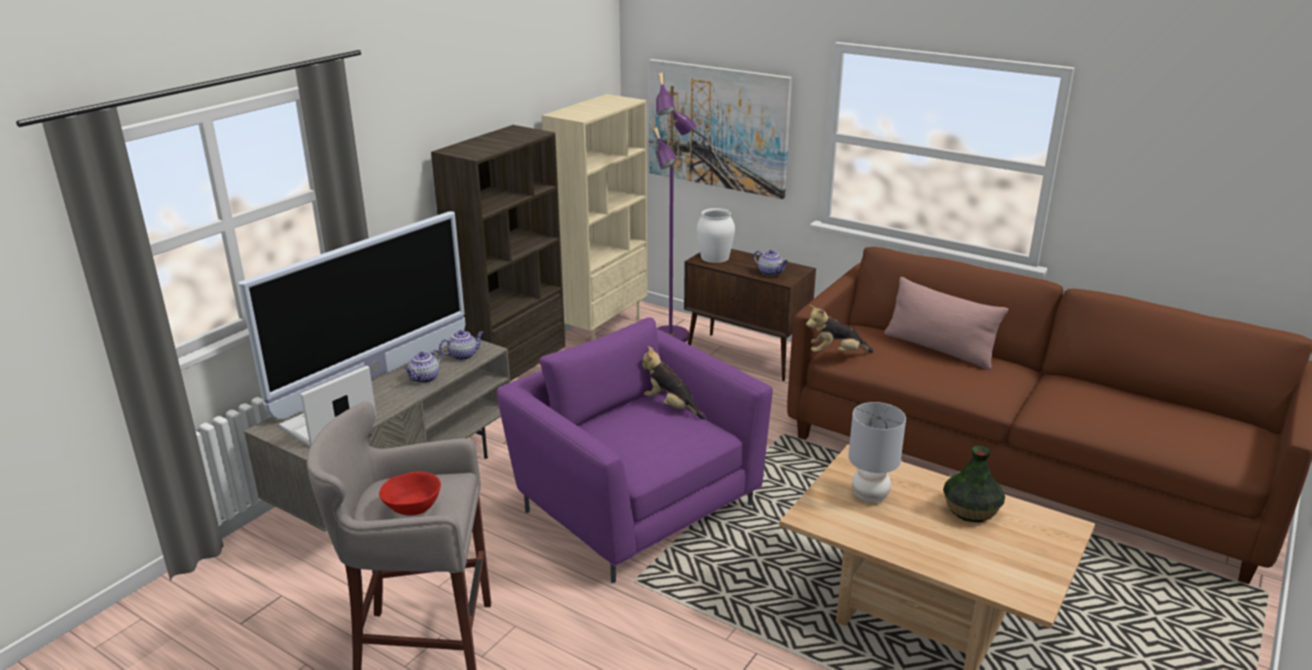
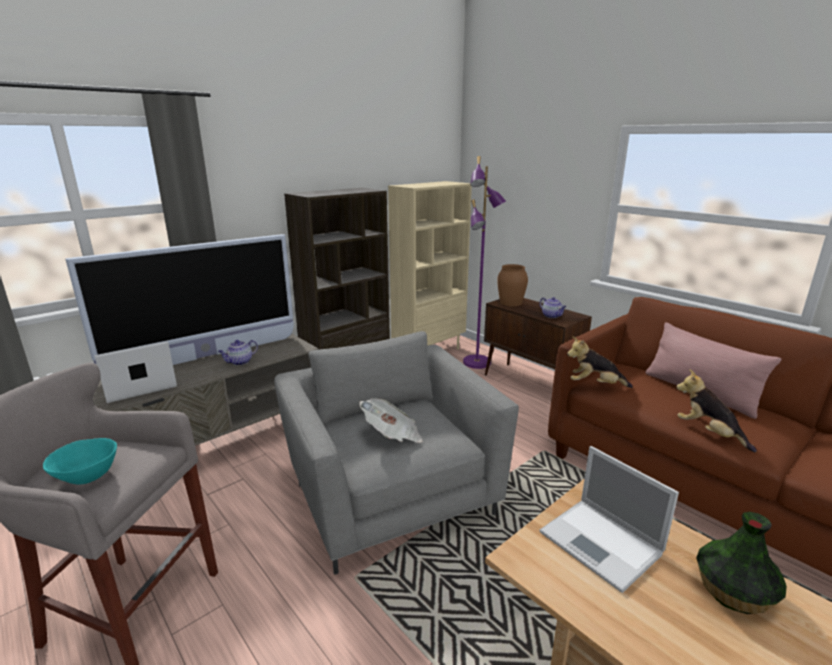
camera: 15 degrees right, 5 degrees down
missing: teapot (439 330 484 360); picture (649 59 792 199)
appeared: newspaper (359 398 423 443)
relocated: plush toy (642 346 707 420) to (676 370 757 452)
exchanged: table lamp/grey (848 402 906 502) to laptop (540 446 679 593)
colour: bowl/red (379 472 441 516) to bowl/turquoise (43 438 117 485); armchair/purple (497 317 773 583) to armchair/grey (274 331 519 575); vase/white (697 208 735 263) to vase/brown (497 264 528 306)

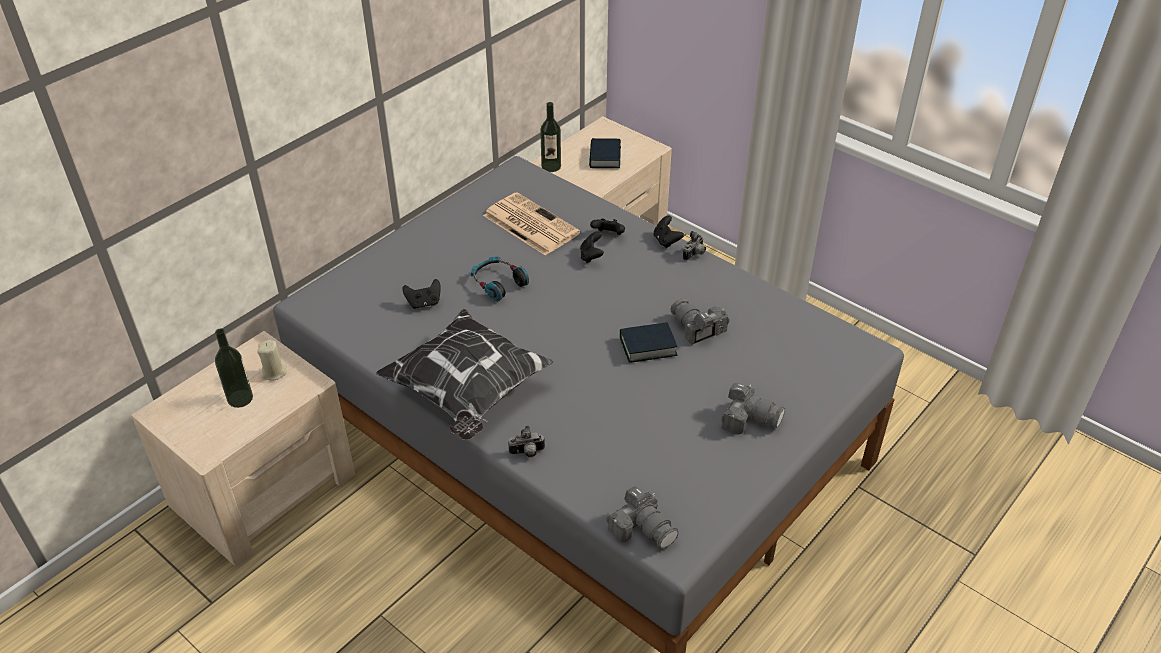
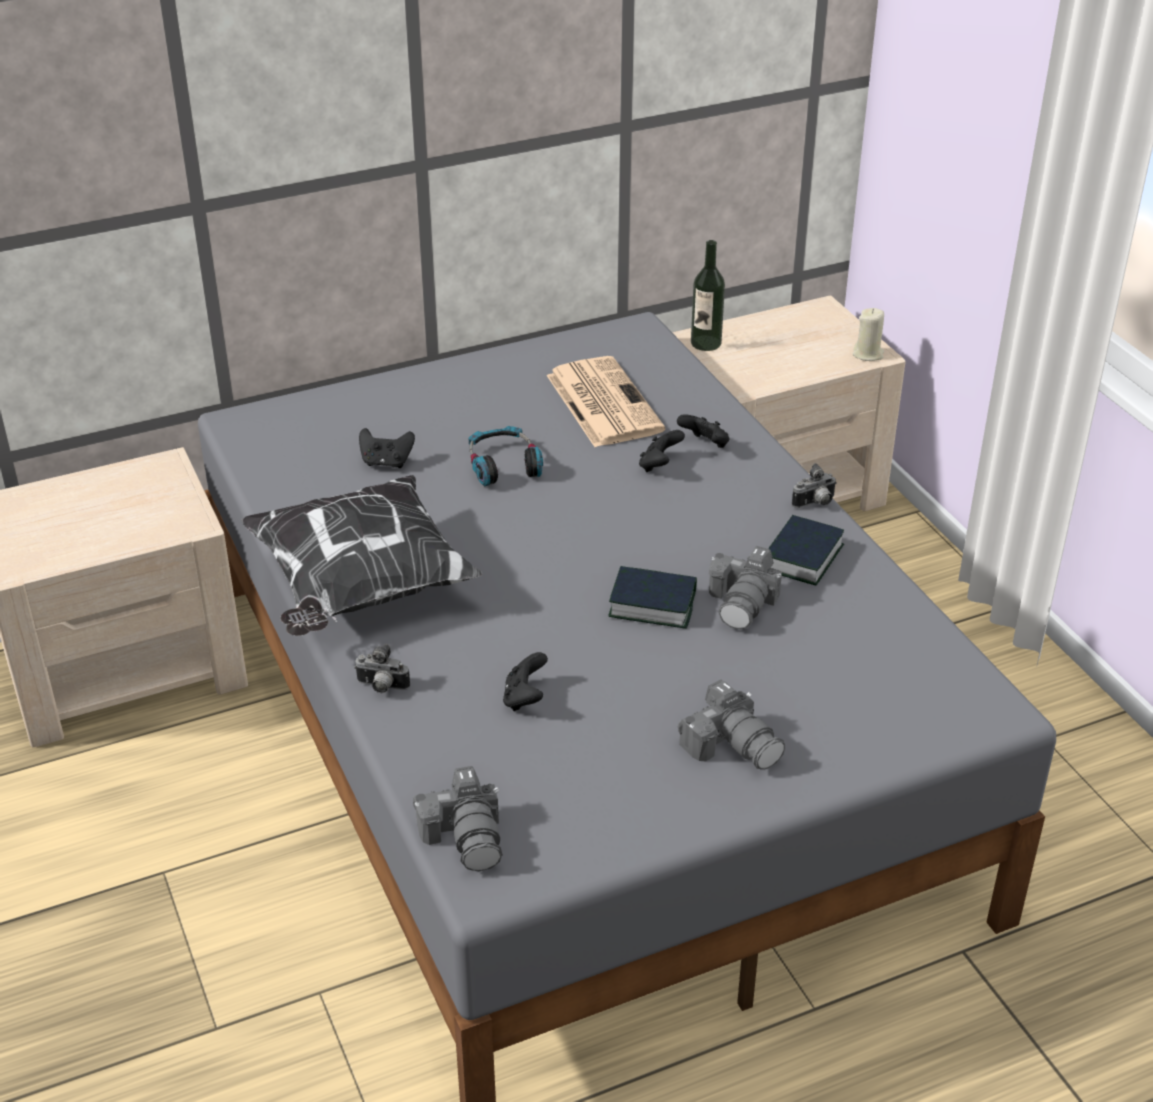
camera: 25 degrees right, 5 degrees down
missing: bottle (215 329 253 408)
relocated: game controller/black (654 215 684 248) to (503 652 548 711); book (589 138 621 168) to (768 515 844 585); candle/beige (257 340 287 380) to (852 308 884 361)
spun: photo camera (671 298 730 345) = (709 546 782 629) 150 degrees counterclockwise

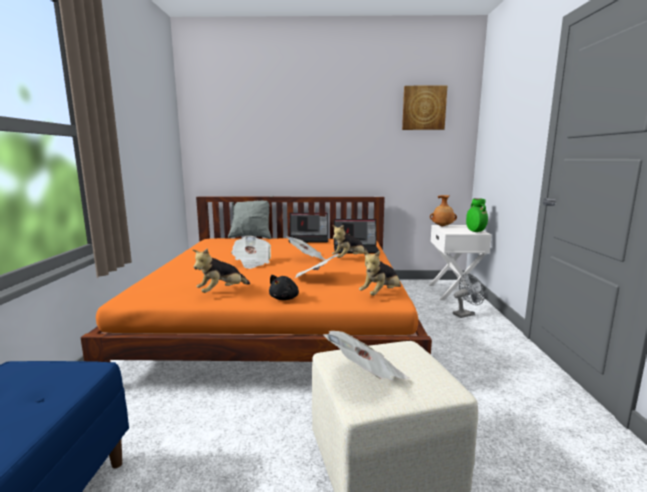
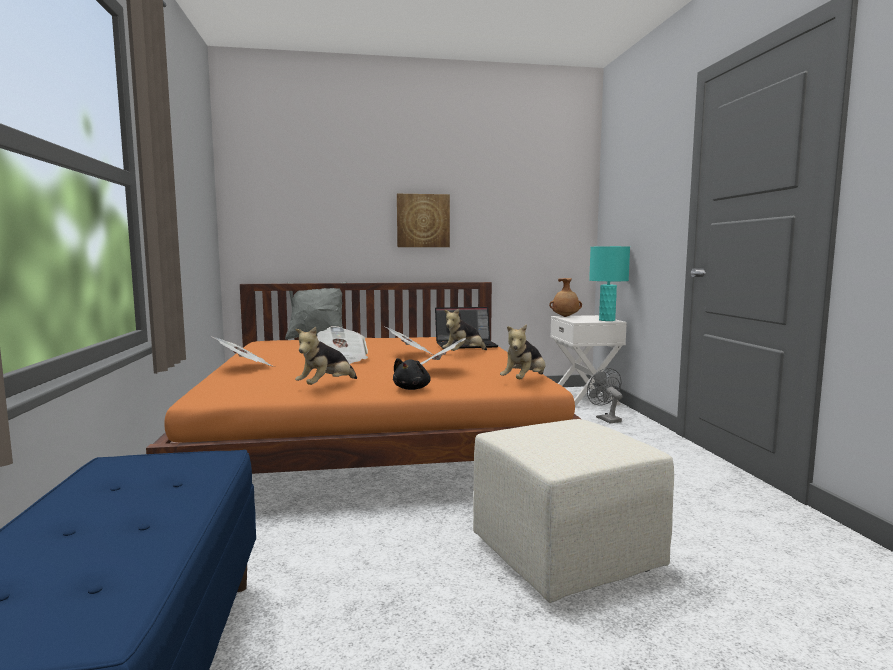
camera: 10 degrees left, 5 degrees down
missing: laptop (288 213 328 243)
relocated: newspaper (323 331 410 381) to (213 337 275 367); picture (402 85 447 130) to (397 194 450 247)
exchanged: vase/green (466 198 488 232) to table lamp/turquoise (589 246 630 321)
spun: fan/grey (453 274 485 318) = (587 368 622 423) 75 degrees counterclockwise

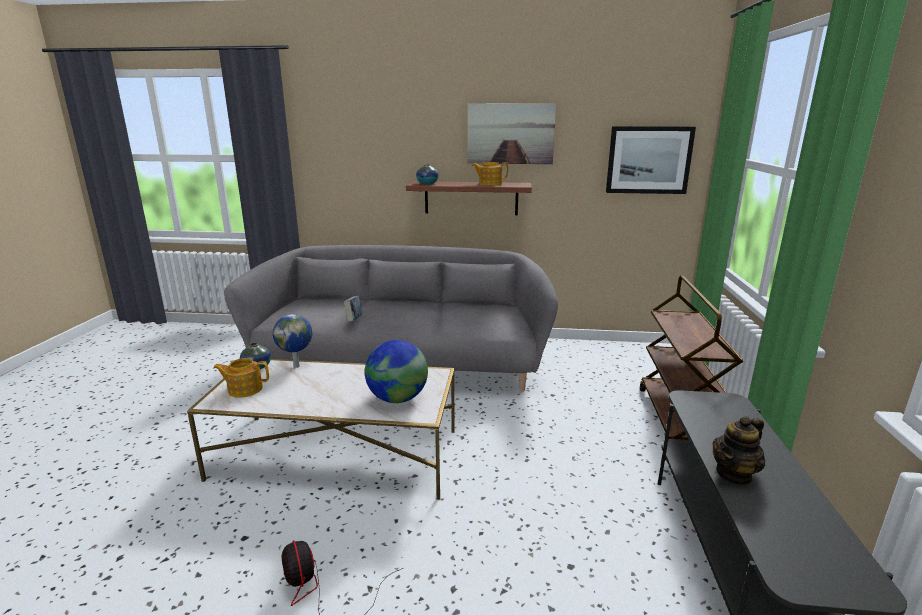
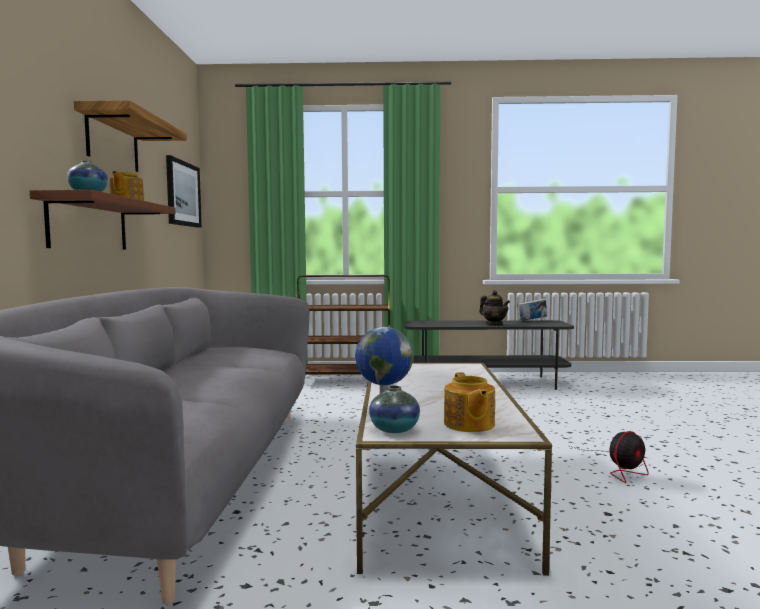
camera: 95 degrees left, 15 degrees down
missing: globe (365 340 428 403)
relocated: book (344 296 362 322) to (517 299 547 321)
exchanged: picture (468 103 556 164) to shelf (74 100 187 172)

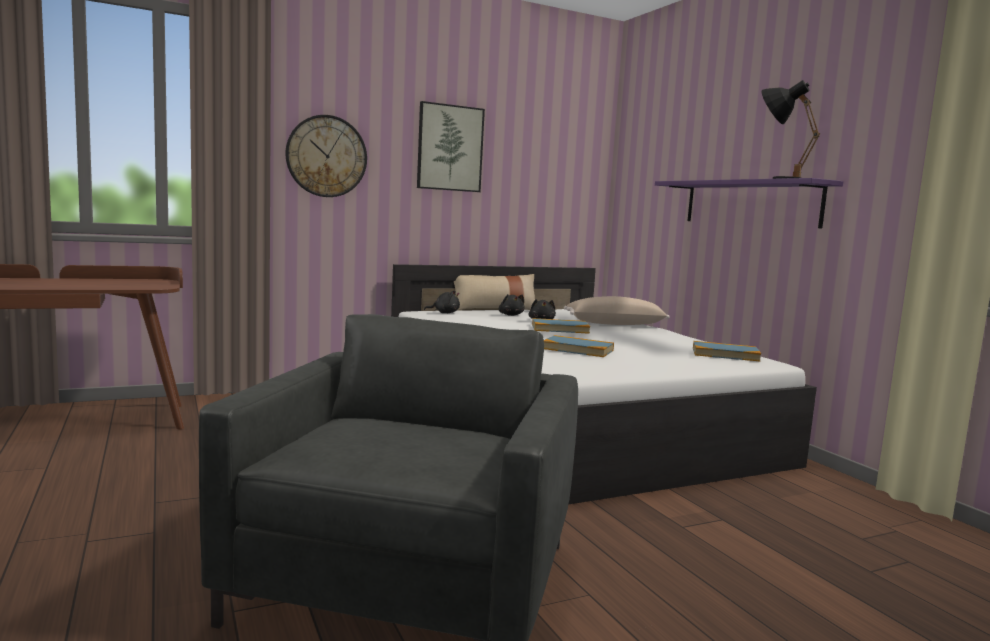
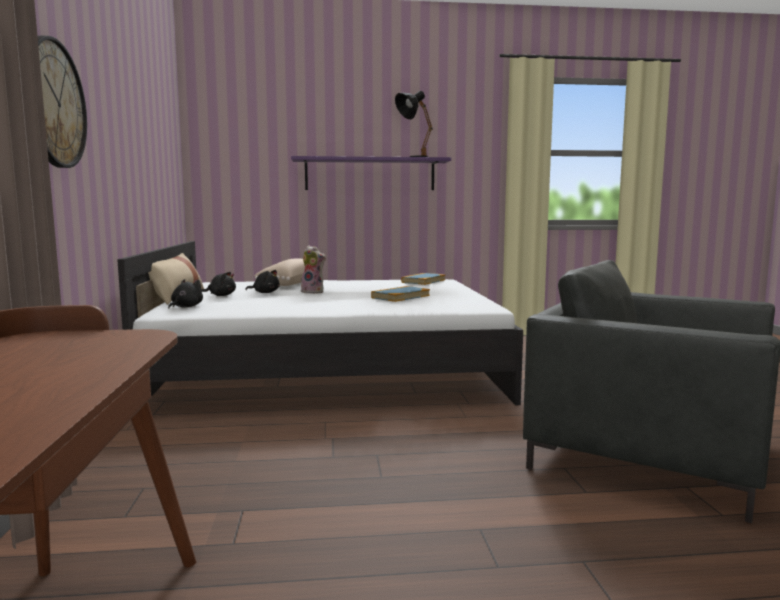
camera: 70 degrees left, 0 degrees up
missing: picture (417 101 485 192)
exchanged: book (532 318 590 334) to plush toy (301 245 326 294)

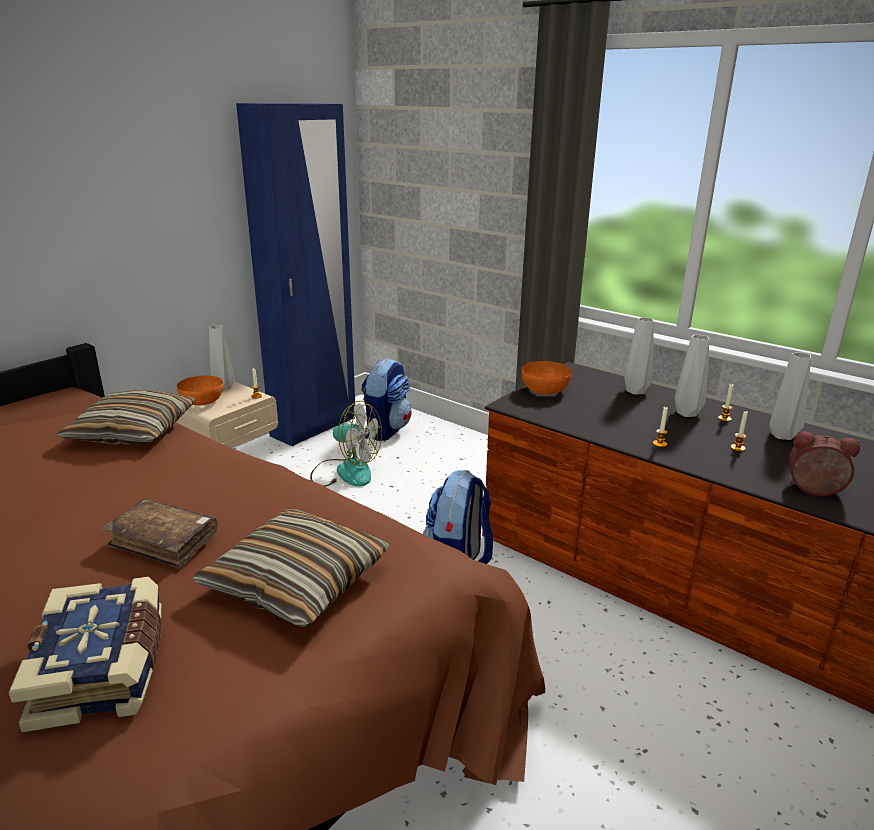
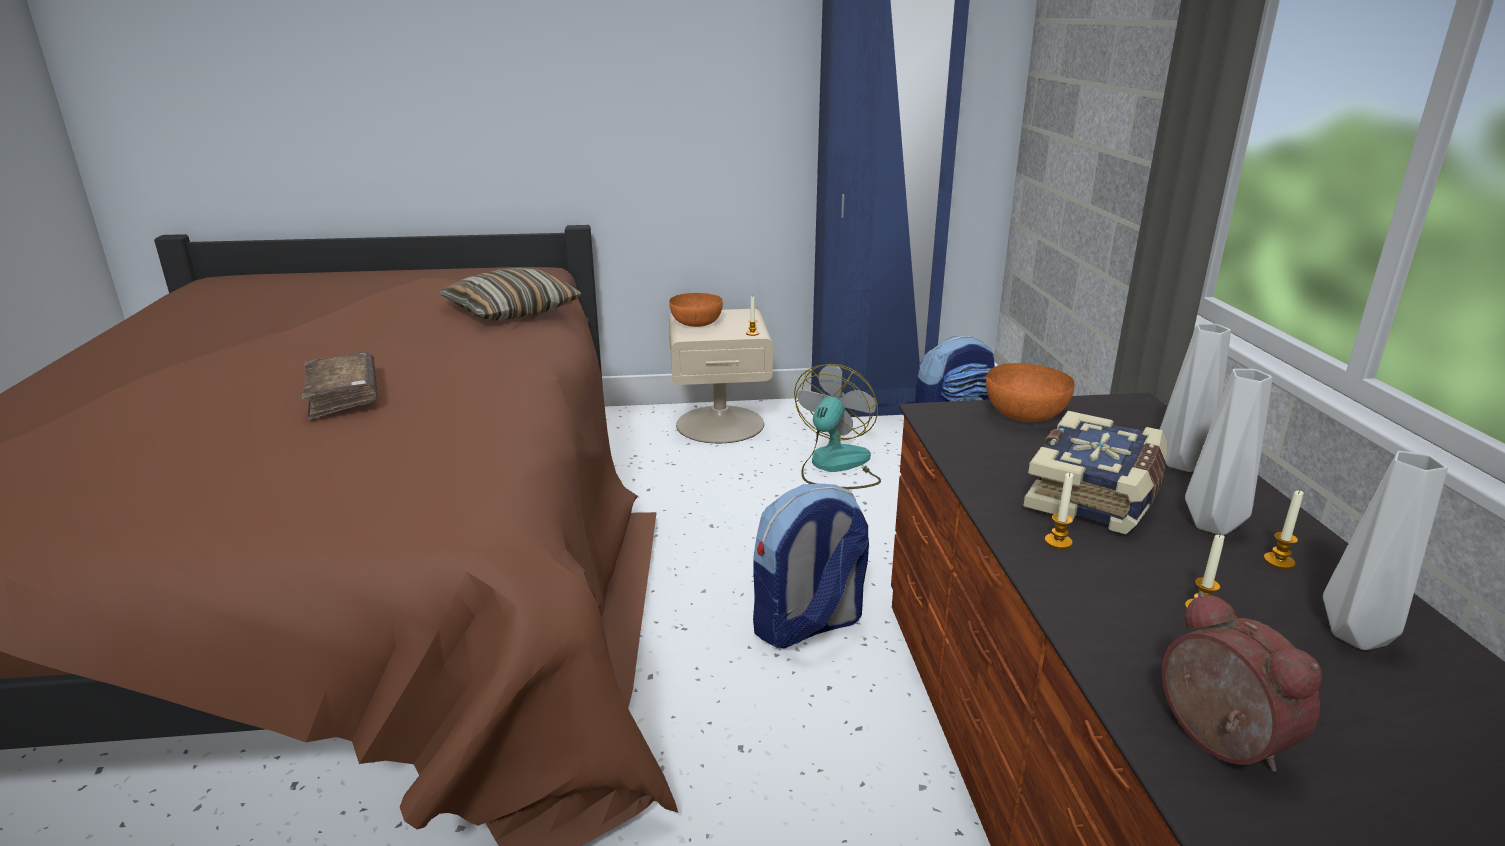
camera: 45 degrees right, 0 degrees up
missing: pillow (193 509 390 628); vase/grey (209 325 235 390)
relocated: book (9 577 161 732) to (1023 411 1168 534)
spun: fan (310 401 382 487) = (794 364 881 489) 135 degrees counterclockwise

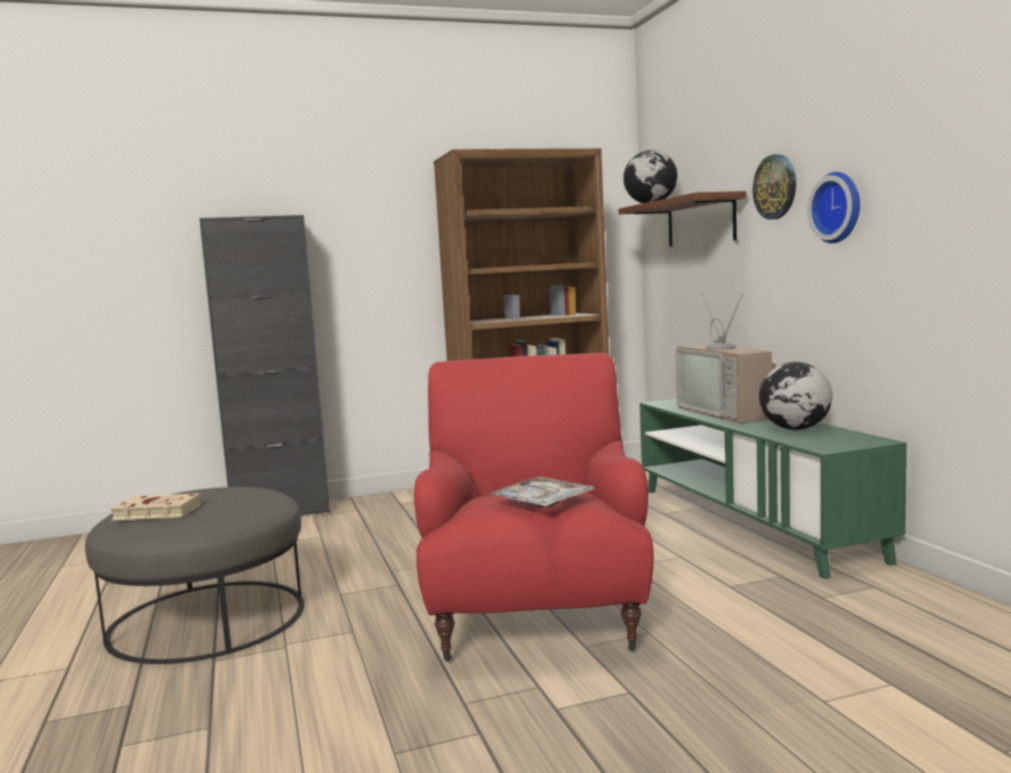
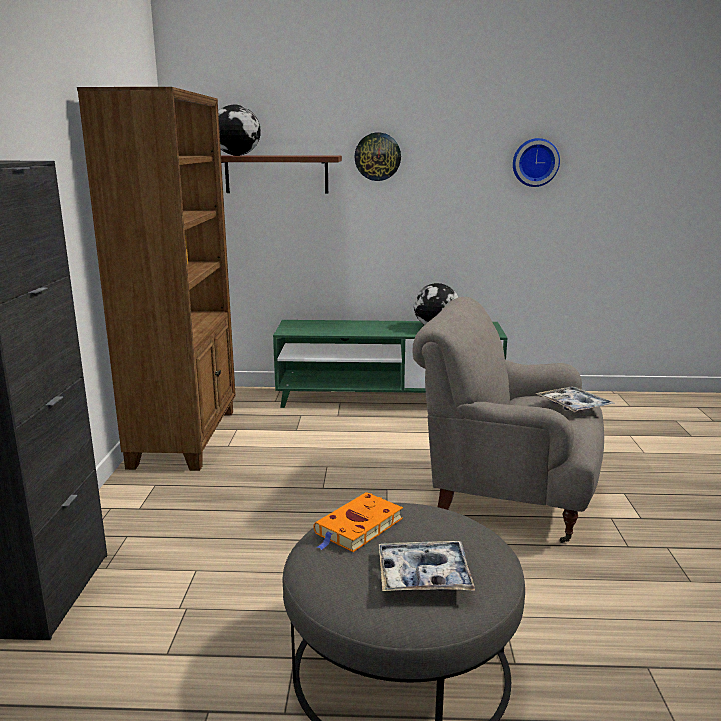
camera: 70 degrees left, 10 degrees up
missing: television (676 293 776 424)
appeared: book/orange (313 492 403 552)
relocated: wall clock (807 172 860 243) to (513 138 560 187)
exchanged: book/beige (110 493 201 521) to tray (379 541 475 592)
colour: armchair/red (414 353 654 661) to armchair/grey (413 297 604 543)

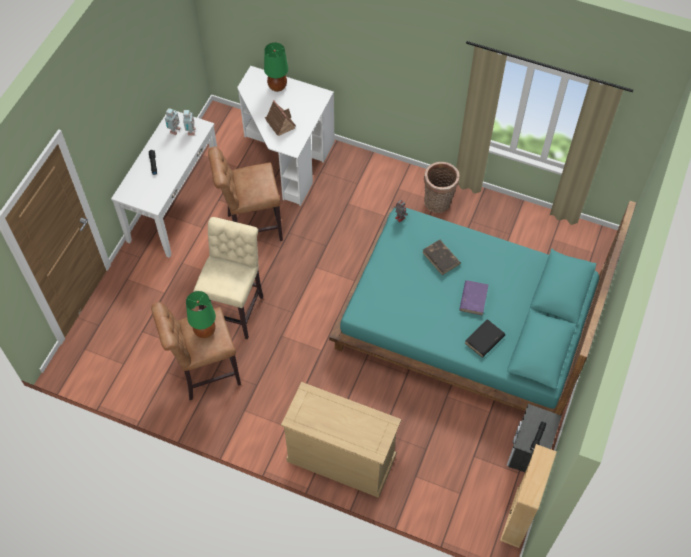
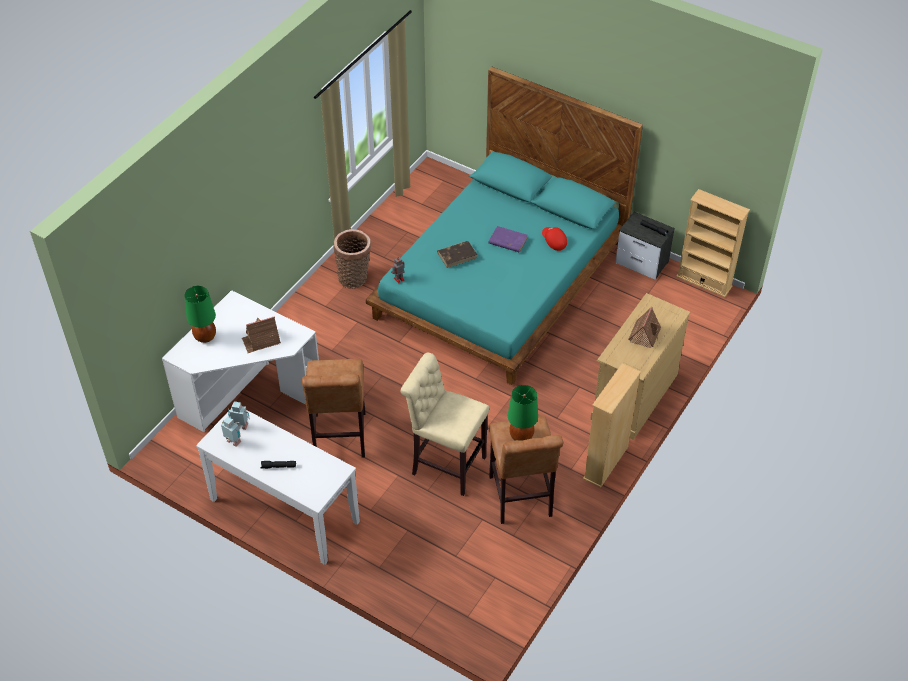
camera: 80 degrees left, 10 degrees down
appeared: bookcase/beige (583 363 641 488); toy house (628 306 661 348)
exchanged: book/black (465 319 505 357) to cap/red (542 227 567 251)

